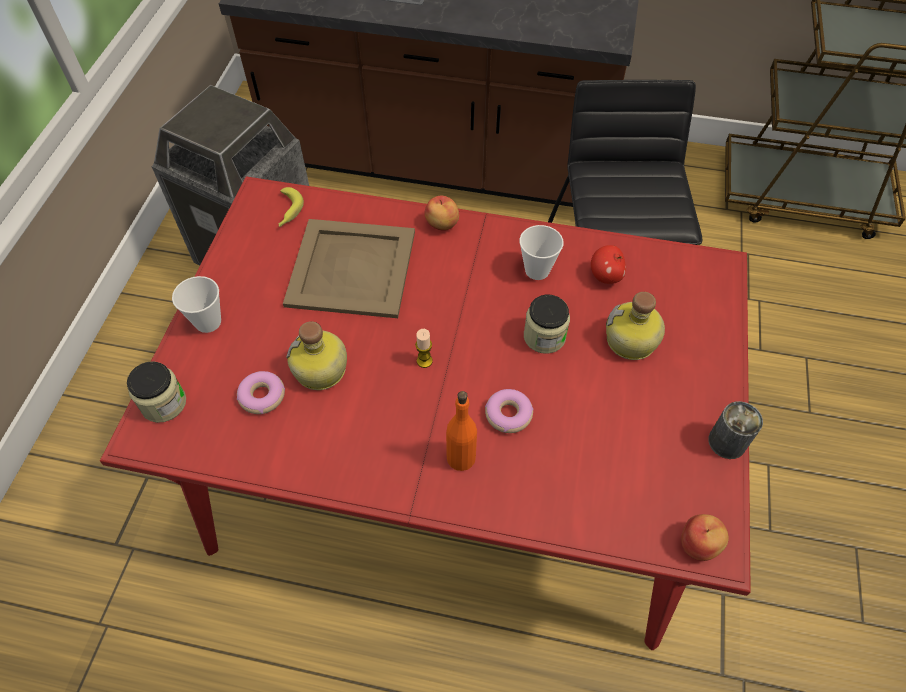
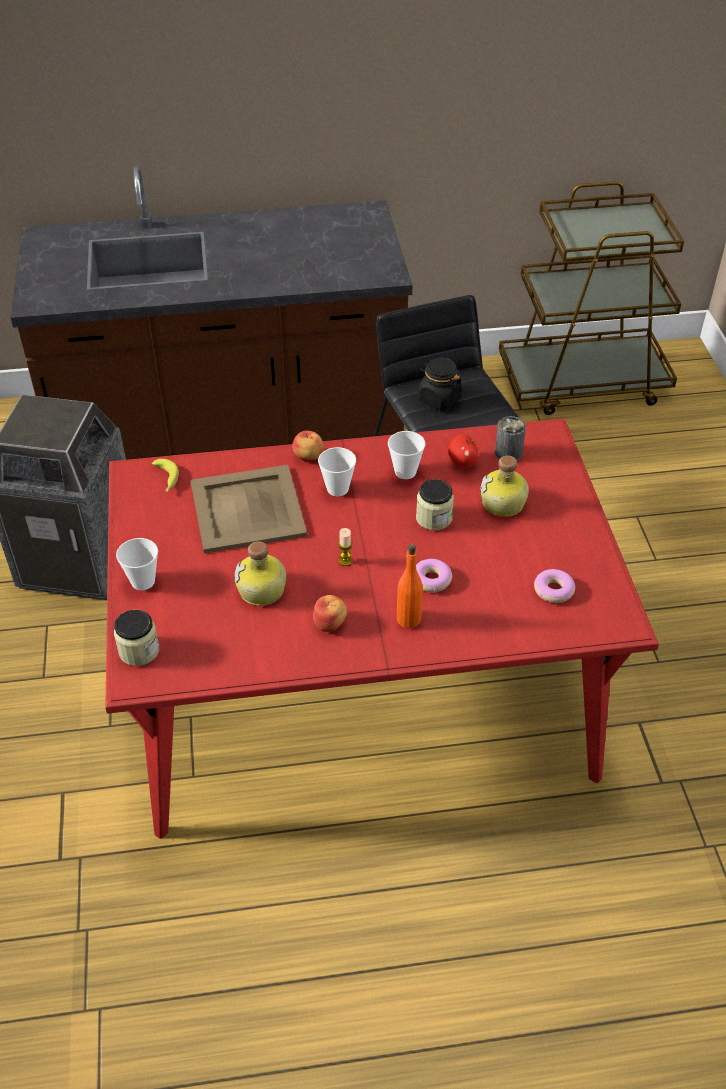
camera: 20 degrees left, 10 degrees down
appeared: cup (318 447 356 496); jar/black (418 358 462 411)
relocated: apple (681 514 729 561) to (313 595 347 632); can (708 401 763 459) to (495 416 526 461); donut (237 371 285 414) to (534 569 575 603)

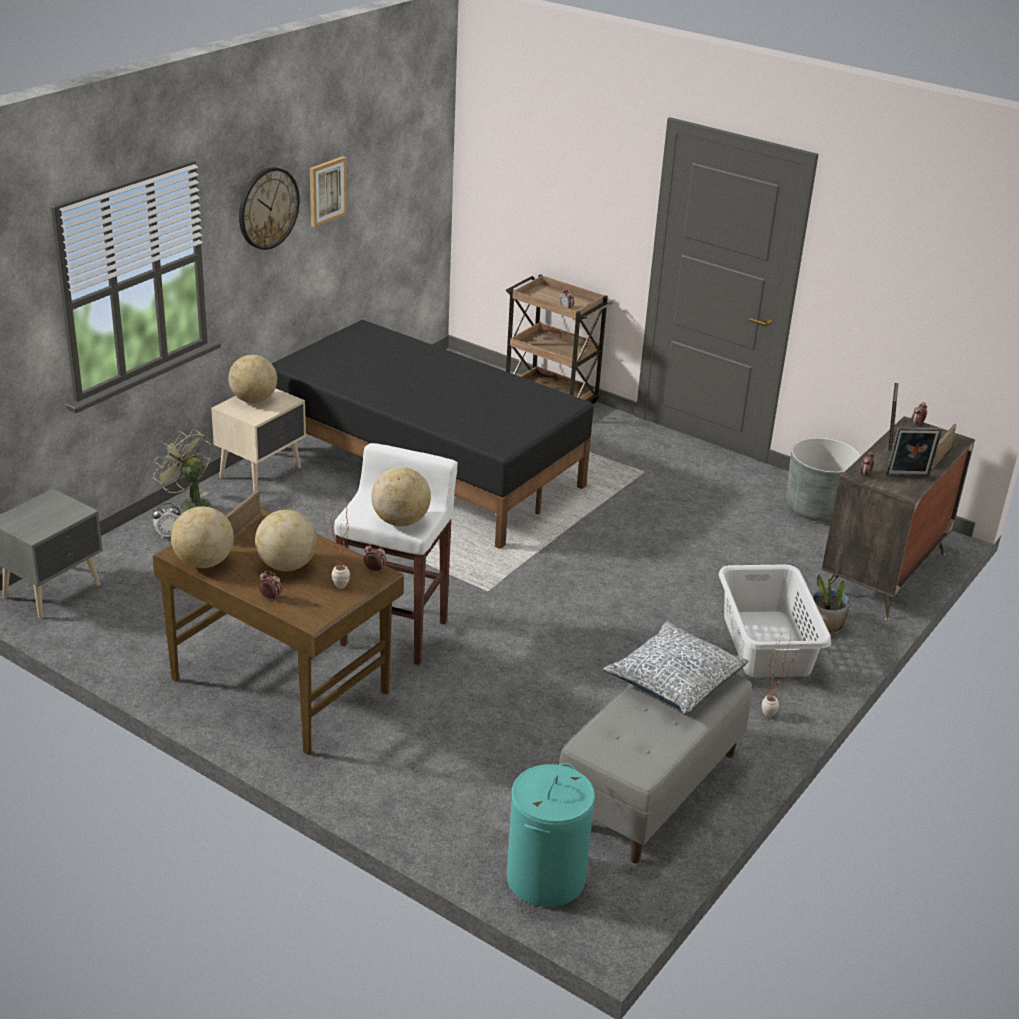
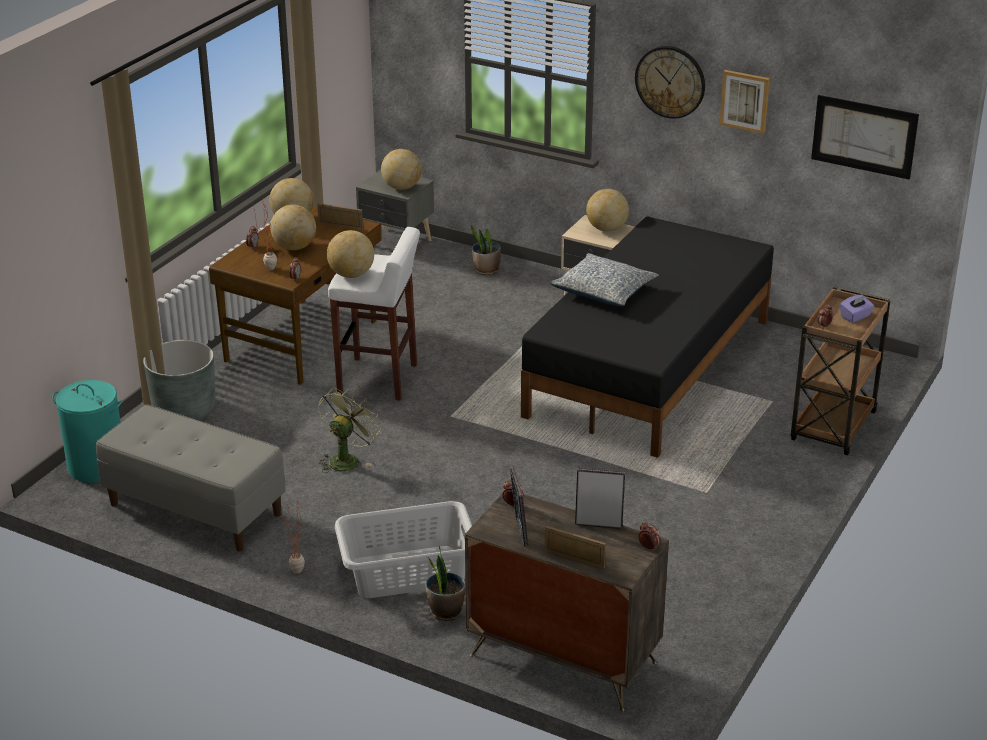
camera: 85 degrees right, 0 degrees up
appeared: globe (381 149 422 190); picture (811 95 919 180); tissue box/purple (840 295 874 323)
relocated: planter/grey (786 437 861 521) to (143 340 216 420); fan/green (153 429 212 516) to (319 388 381 473); pillow (603 621 748 715) to (550 253 659 307)
exchanged: alarm clock (152 503 180 539) to potted plant (471 225 501 275)

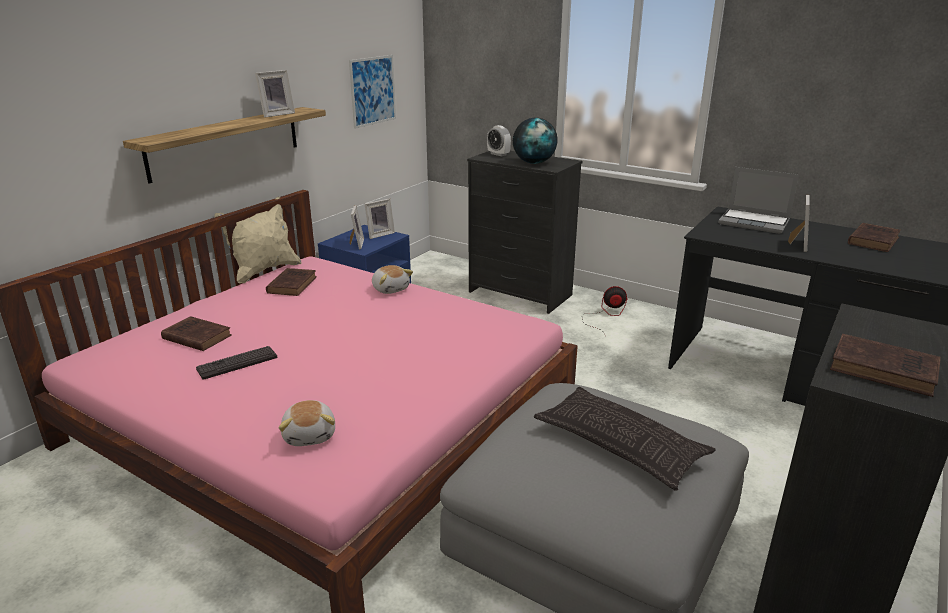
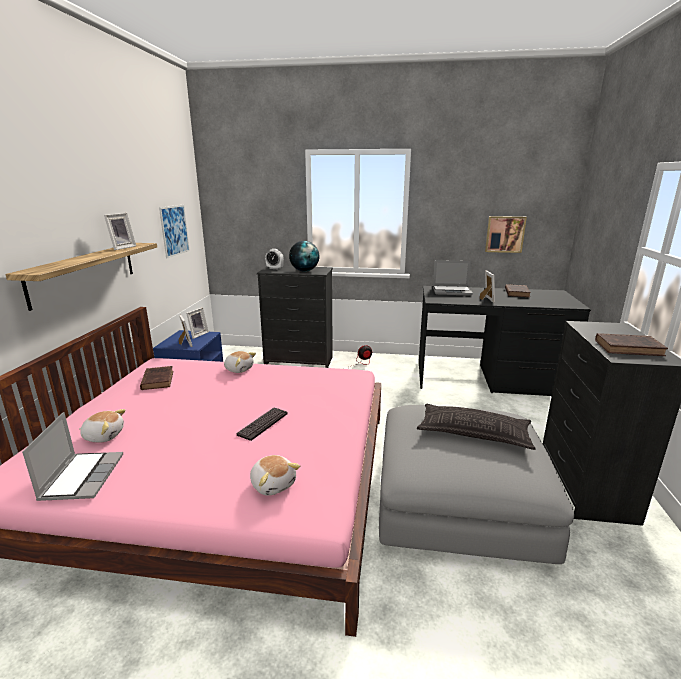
camera: 25 degrees left, 5 degrees down
missing: pillow/beige (214 196 301 284)
appeared: laptop (22 412 123 501); picture (485 216 527 253)
relocated: keyboard (196 346 277 380) to (237 407 288 441)
exchanged: book/brown (161 316 232 351) to plush toy (79 409 126 442)

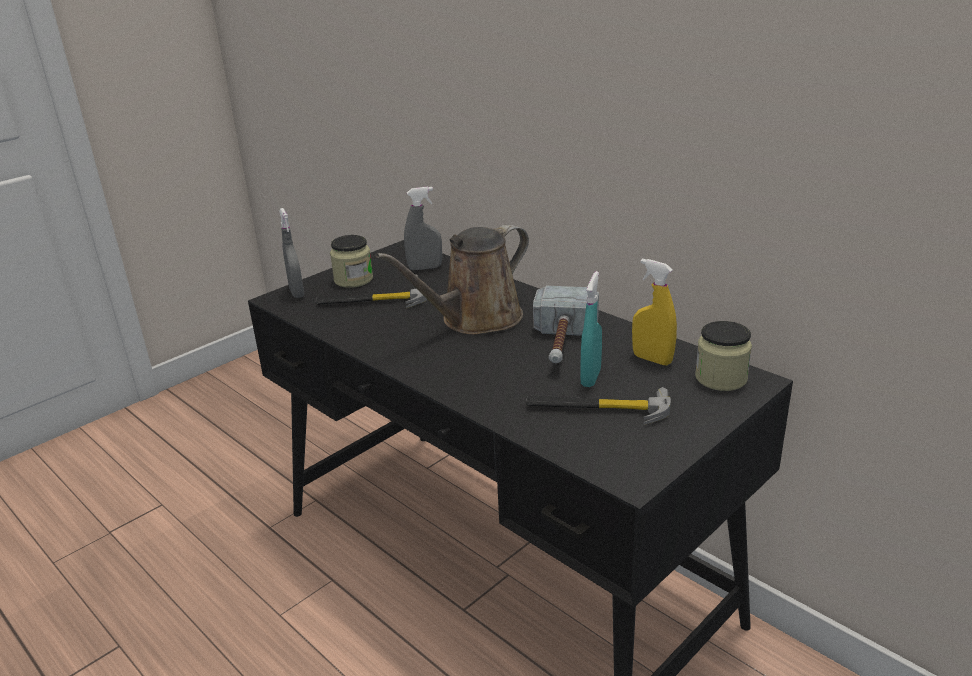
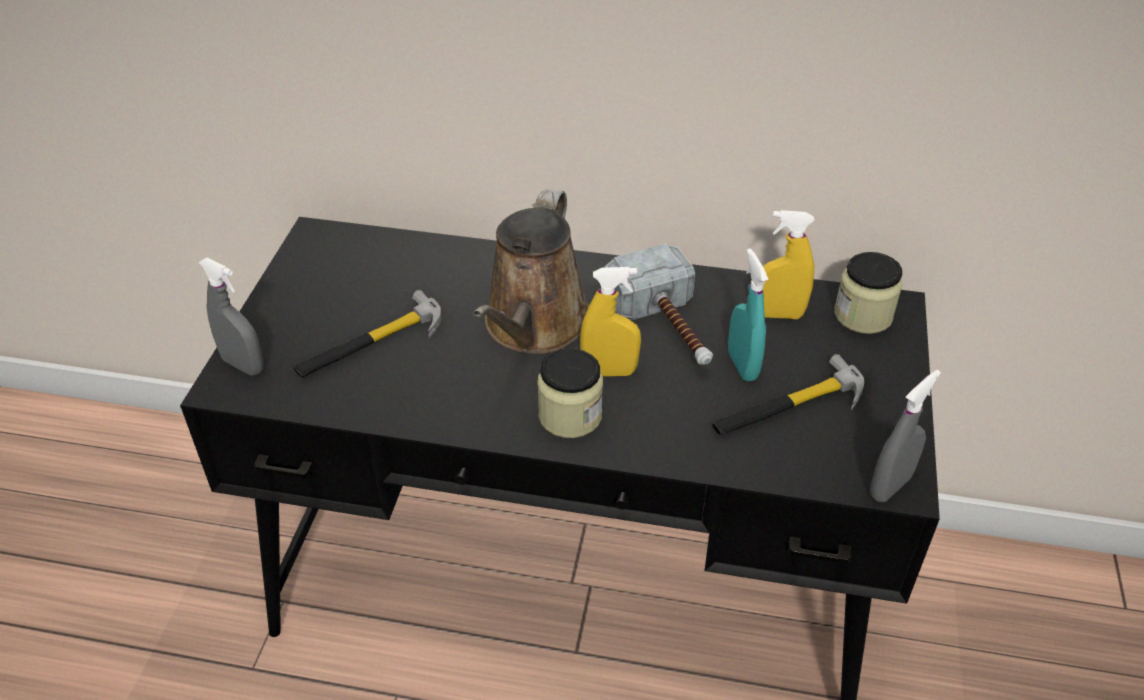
camera: 35 degrees left, 15 degrees up
appeared: spray bottle/yellow (580 267 641 376)
relocated: jar (330 235 373 288) to (537 348 603 438); spray bottle/grey (404 186 442 270) to (870 370 941 502)

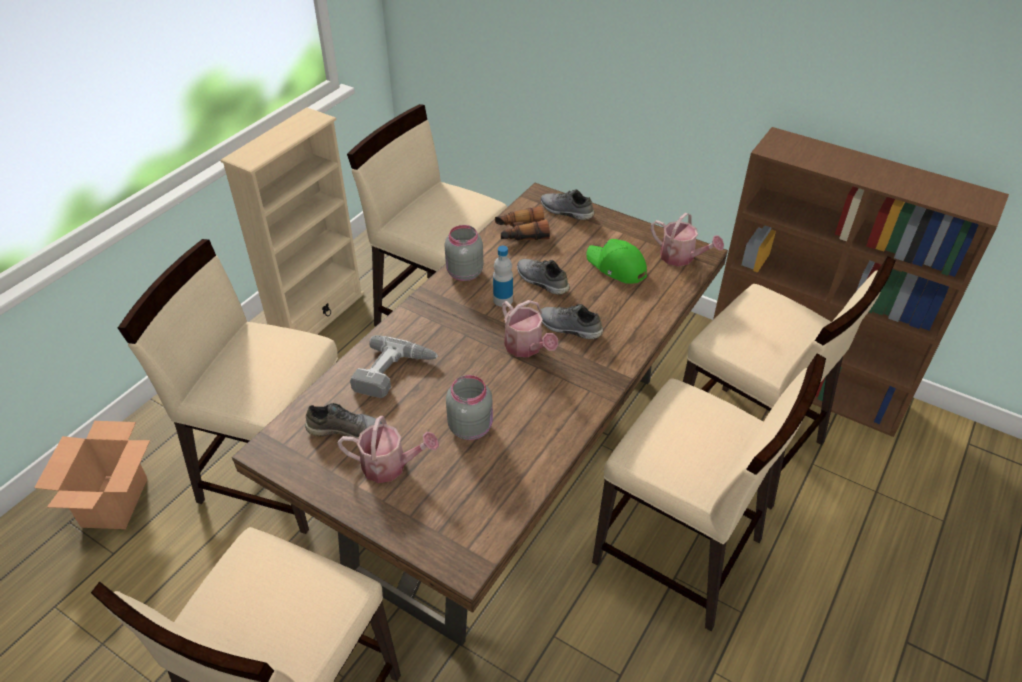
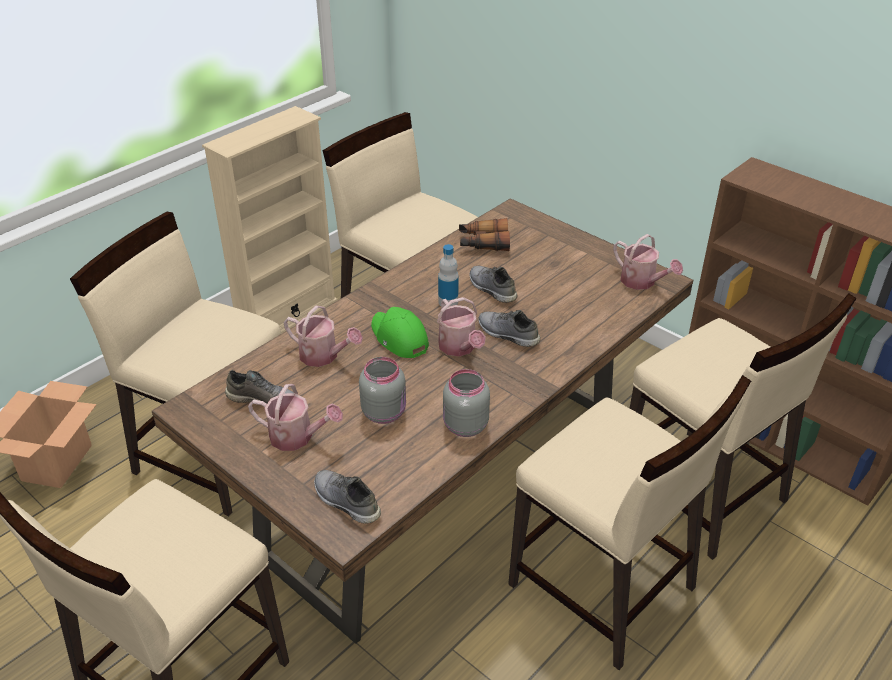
camera: 10 degrees right, 5 degrees down
relocated: shoe/grey (541 189 594 220) to (314 470 381 524); cap/green (586 239 647 284) to (371 307 429 358); jar/grey (445 225 483 281) to (443 369 490 437)
exchanged: power drill (350 335 438 398) to watering can (283 306 363 367)

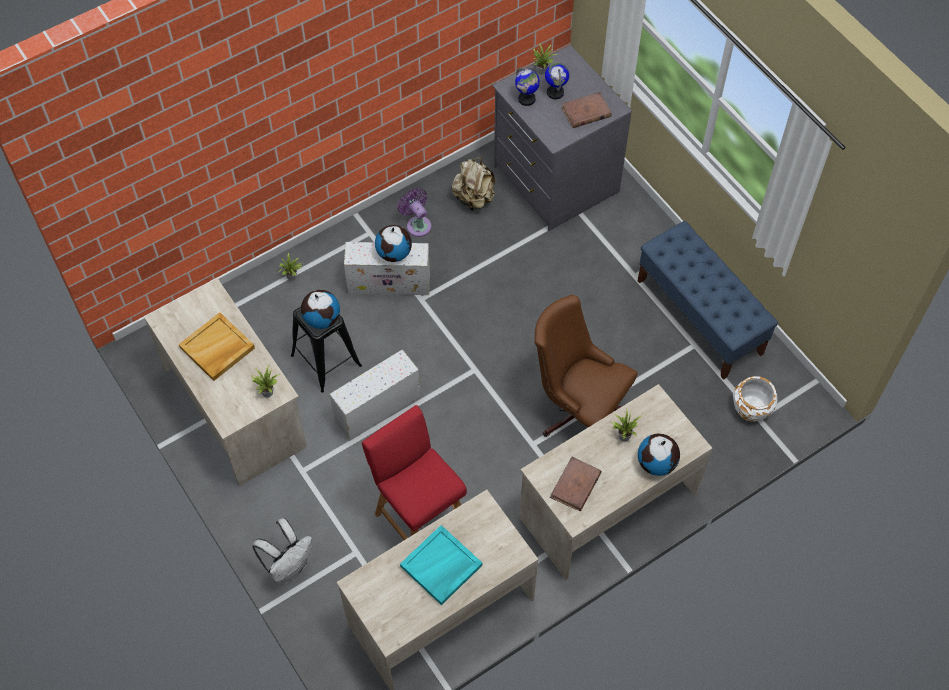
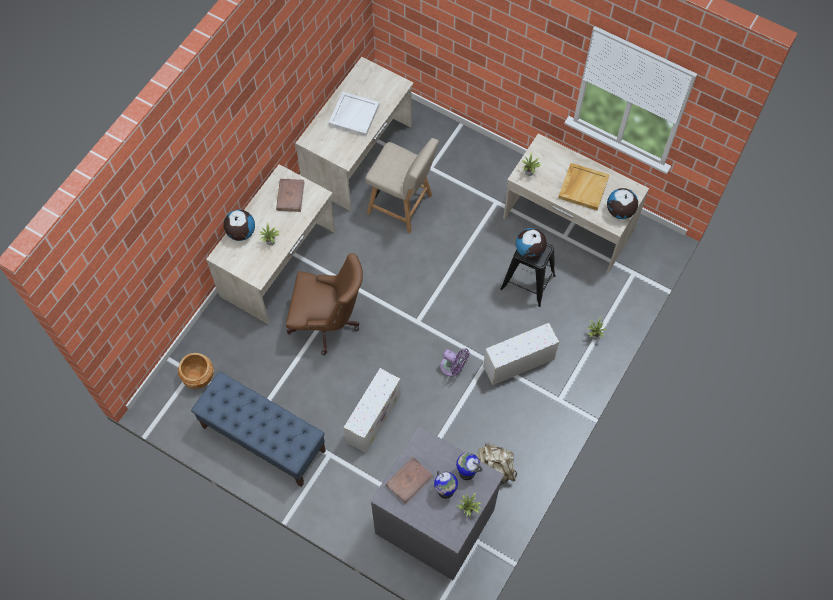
camera: 155 degrees right, 5 degrees up
missing: backpack/white (252 518 313 585)
relocated: storage box/white (330 350 421 441) to (344 368 401 453); fan/purple (397 188 431 237) to (440 348 470 376); globe (375 225 412 262) to (607 188 638 219)
colour: planter/white (733 376 778 422) to planter/brown (178 353 214 389); tray/turquoise (400 525 482 605) to tray/white (329 92 380 136); chair/red (362 405 467 540) to chair/beige (365 138 439 233)

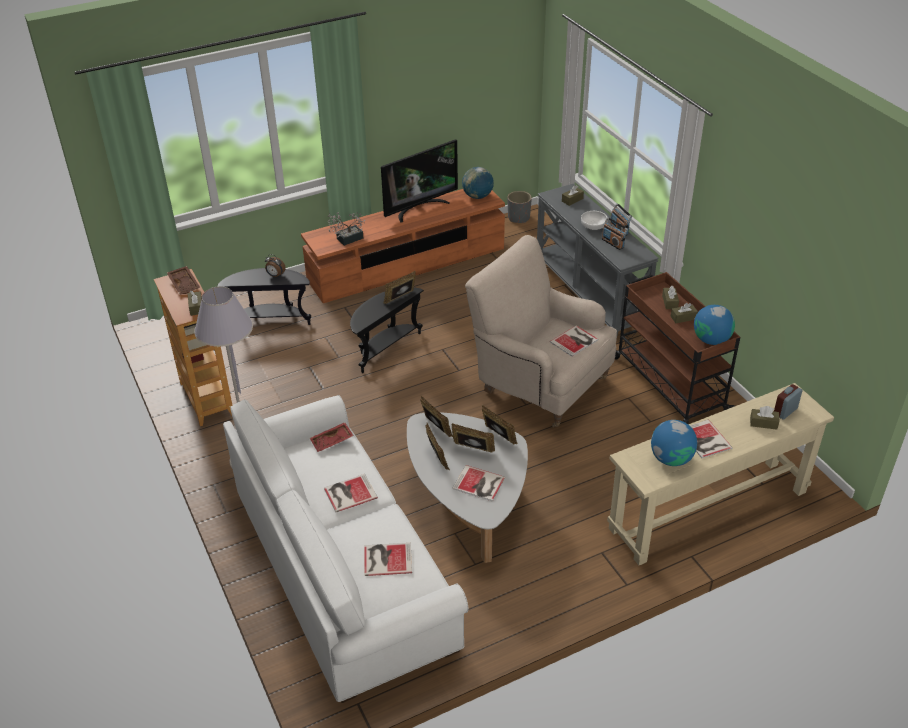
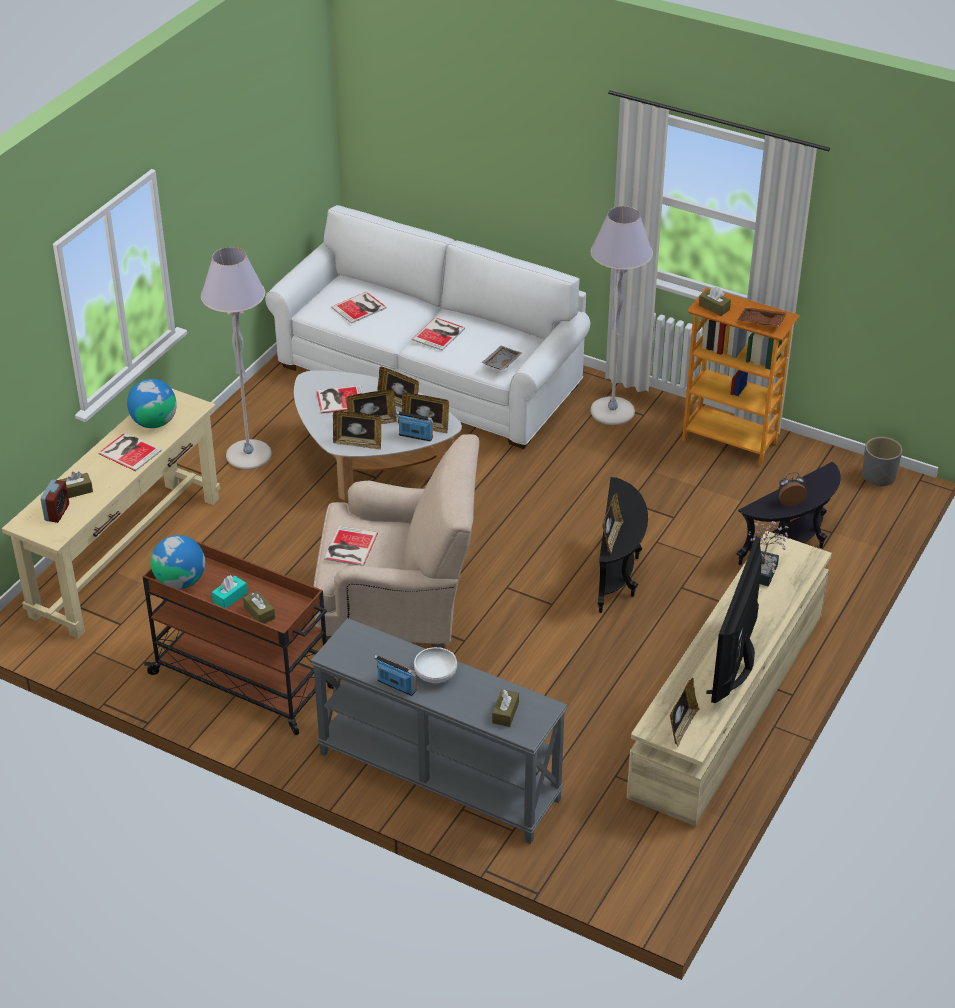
camera: 145 degrees right, 0 degrees up
appeared: floor lamp/grey (201 247 272 470)
relocated: radio (602 217 628 250) to (396 411 433 441); planter/grey (508 191 532 223) to (862 437 902 487)
exchanged: globe (462 167 494 199) to picture frame (670 678 699 747)
colour: tissue box/brown (671 303 698 323) to tissue box/turquoise (212 575 247 608); tray/red (310 422 354 452) to tray/grey (481 346 522 370); tv stand/orange (301 189 505 303) to tv stand/beige (627 531 832 826)

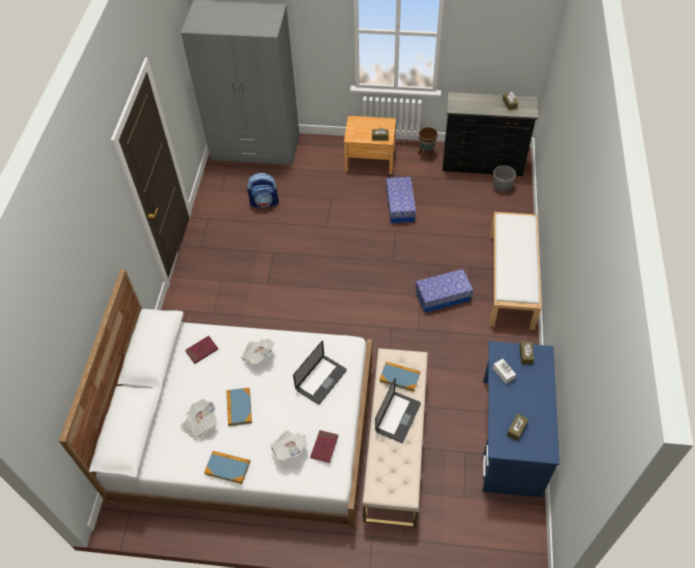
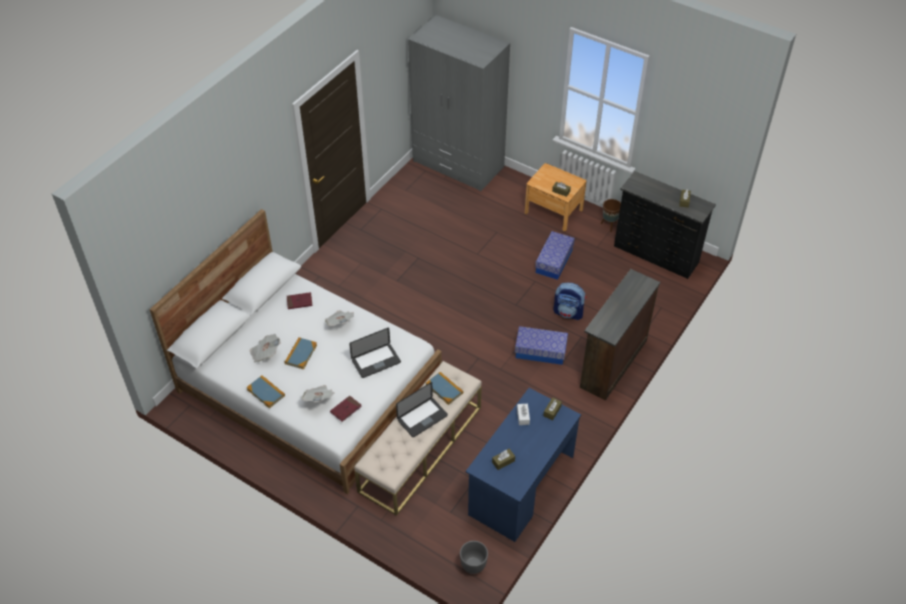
camera: 25 degrees right, 5 degrees down
relocated: planter/grey (493 165 516 192) to (460 541 488 574); backpack (247 173 279 208) to (553 283 587 320)
exchanged: bench/white (489 212 542 330) to dresser/brown (580 269 660 401)

